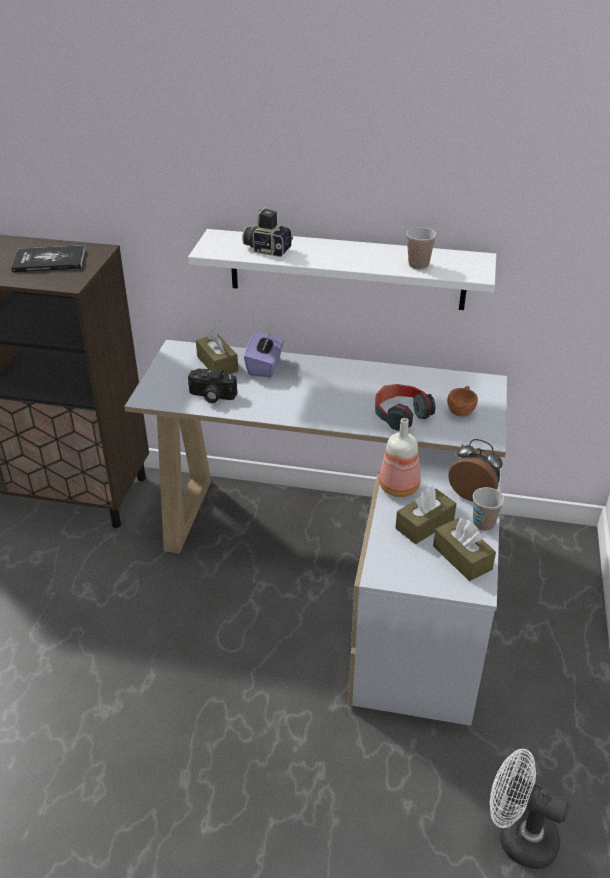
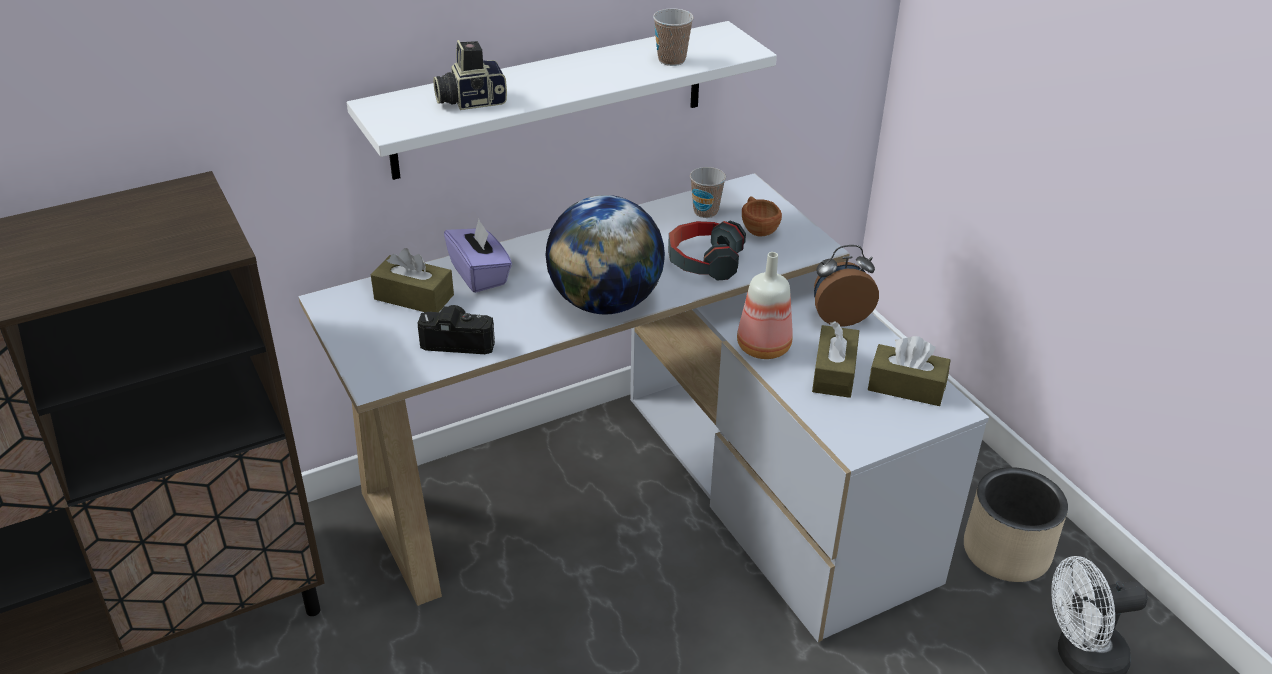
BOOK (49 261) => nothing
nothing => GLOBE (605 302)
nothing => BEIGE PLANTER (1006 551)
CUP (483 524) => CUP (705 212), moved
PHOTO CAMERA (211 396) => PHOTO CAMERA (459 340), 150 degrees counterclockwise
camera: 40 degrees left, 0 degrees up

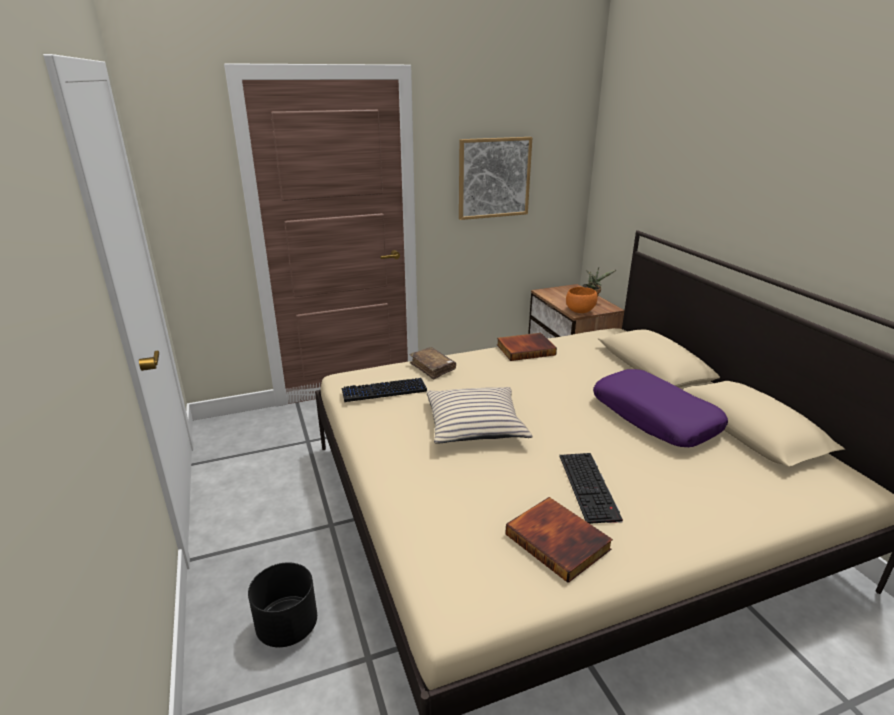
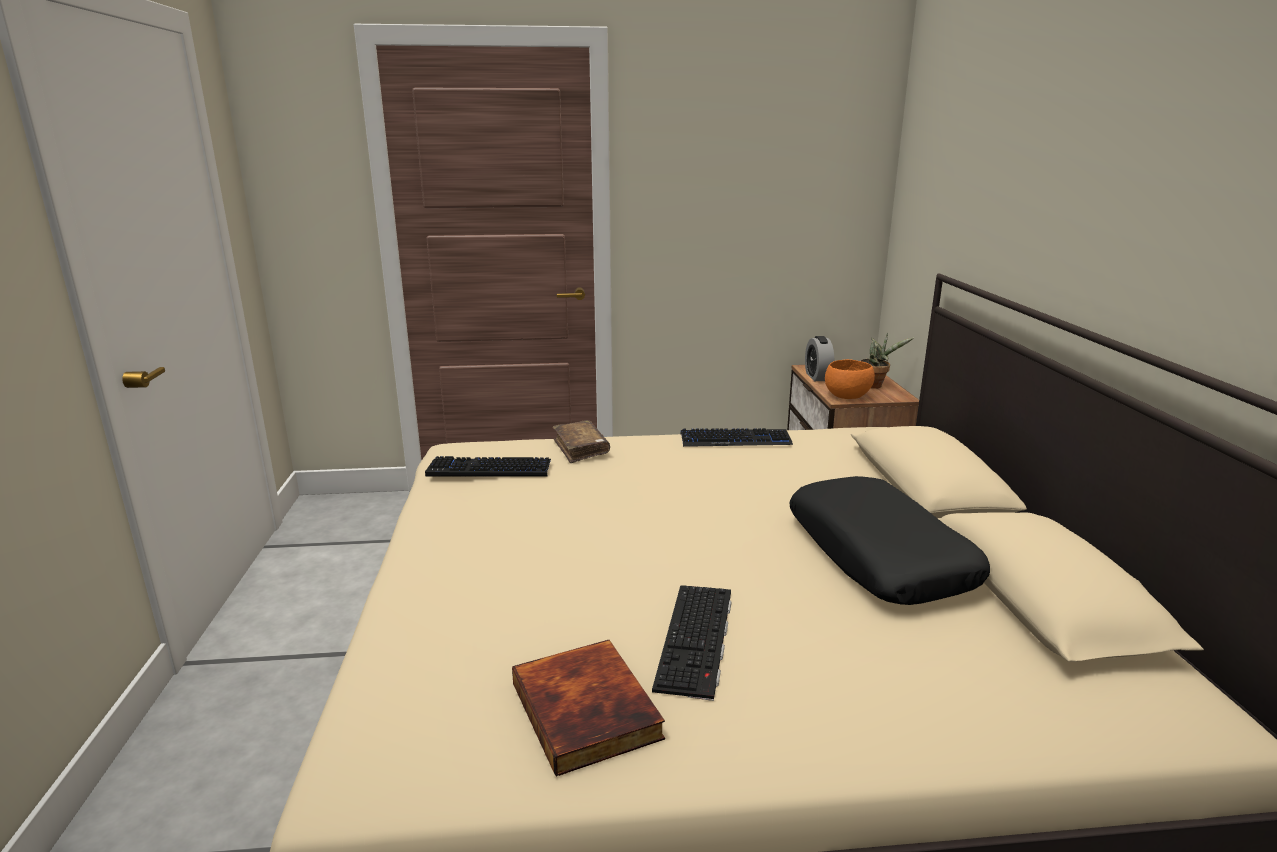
BLACK PLANTER (287 626) => nothing
BEIGE PILLOW (475 425) => nothing
PICTURE (494 178) => nothing
nothing => ALARM CLOCK (817 377)
BOOK (525 349) => KEYBOARD (735 440)
PURPLE PILLOW (655 418) => BLACK PILLOW (879 555)
camera: 15 degrees right, 5 degrees down

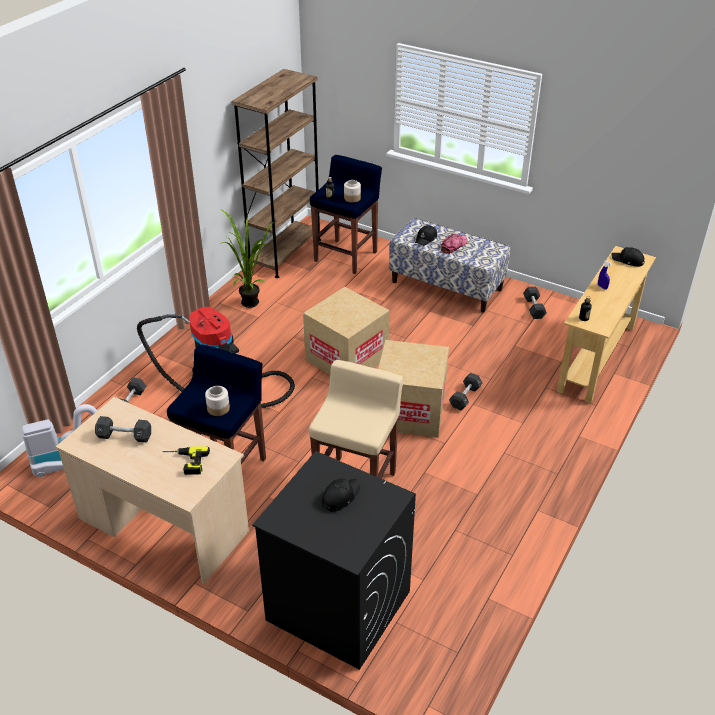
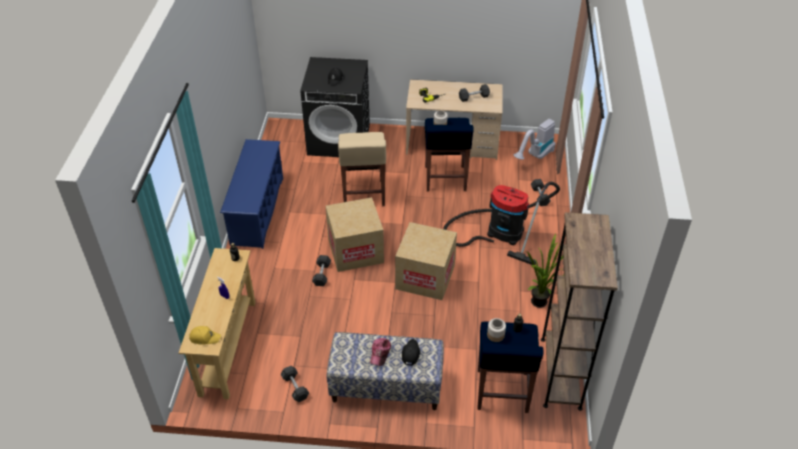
nothing => BLUE SHOE RACK (257 211)
BLACK CAP (628 260) => YELLOW CAP (204 337)
camera: 155 degrees right, 5 degrees up

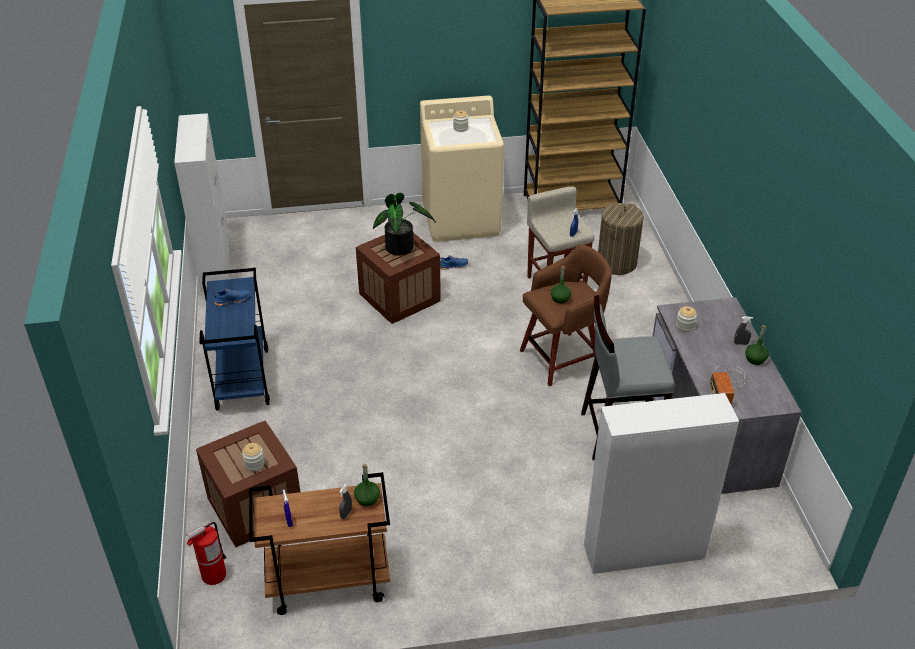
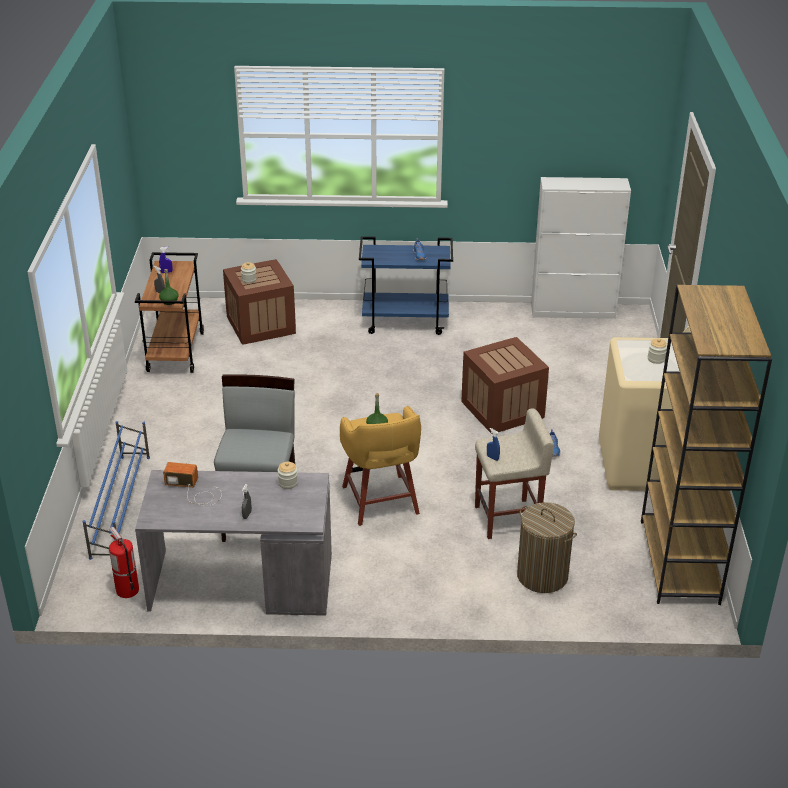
POTTED PLANT (402 249) => nothing
GREEN BOTTLE (755 359) => nothing
FIRE EXTINGUISHER (213 575) => FIRE EXTINGUISHER (127 590), moved
WHITE CABINET (643 551) => BLUE SHOE RACK (121 505)
BROWN STOOL (562 358) => YELLOW STOOL (380 502)
camera: 100 degrees right, 5 degrees down

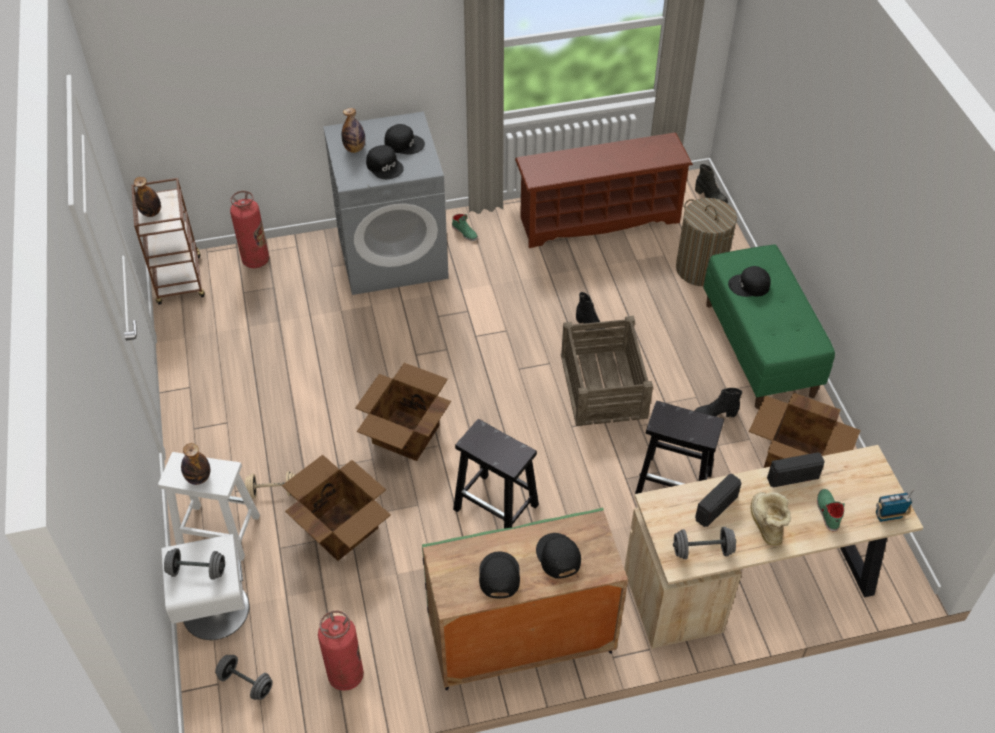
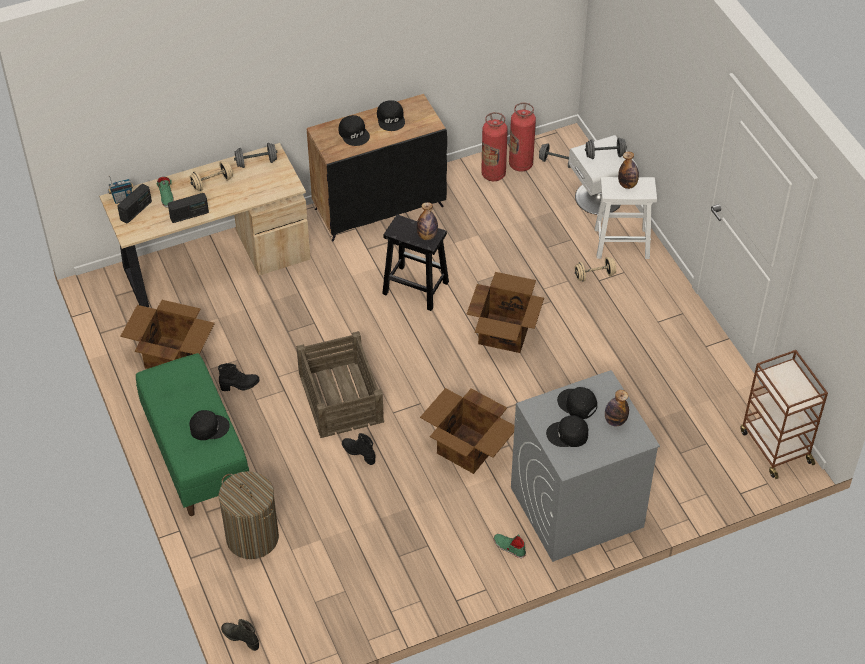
BROWN SHOE RACK (598 219) => nothing
BLACK STOOL (674 484) => nothing
BOTTLE (151 213) => BOTTLE (427 236), moved
FIRE EXTINGUISHER (255 260) => FIRE EXTINGUISHER (520 164), moved
CARDBOARD BOX (340 527) => CARDBOARD BOX (468 449), moved
RADIO (715 507) => RADIO (136 210), moved
BOOT (765 524) => BEIGE DUMBBELL (212 183)
GREEN CABINET (520 641) => BLACK CABINET (379 207)
camera: 170 degrees right, 0 degrees up

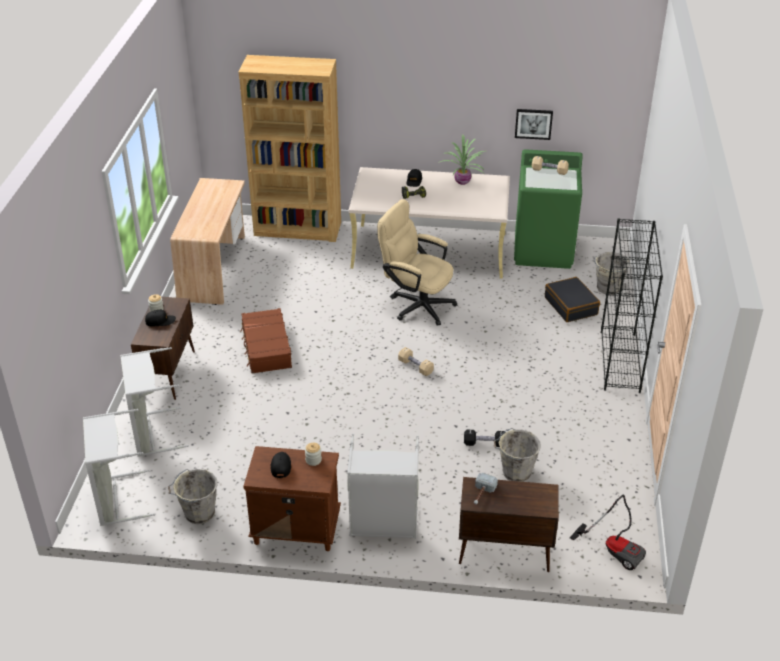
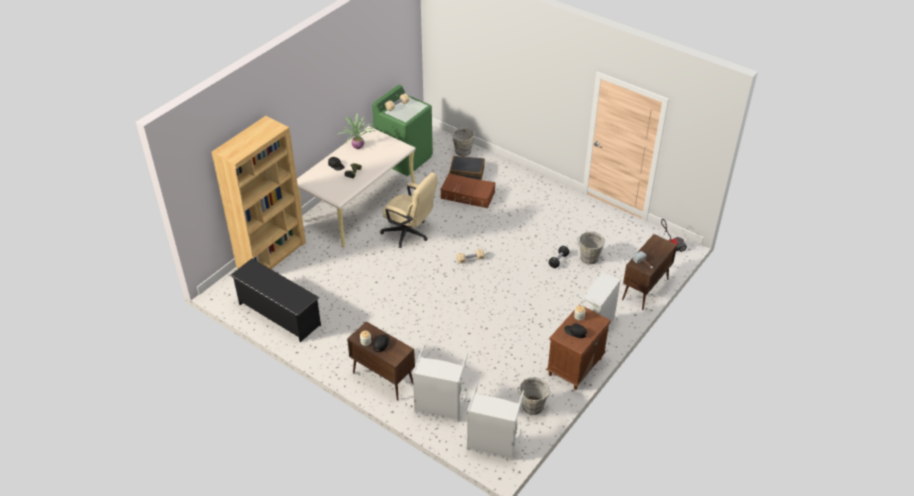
PICTURE (533 123) => nothing
BLACK BOOKCASE (620 362) => nothing
BROWN SUITCASE (266 348) => BROWN SUITCASE (468 196), moved
BEIGE DESK (214 268) => BLACK SHOE RACK (279 314)
BEIGE OFFICE CHAIR (416 304) => BEIGE OFFICE CHAIR (409 234), 120 degrees counterclockwise
camera: 60 degrees left, 5 degrees up

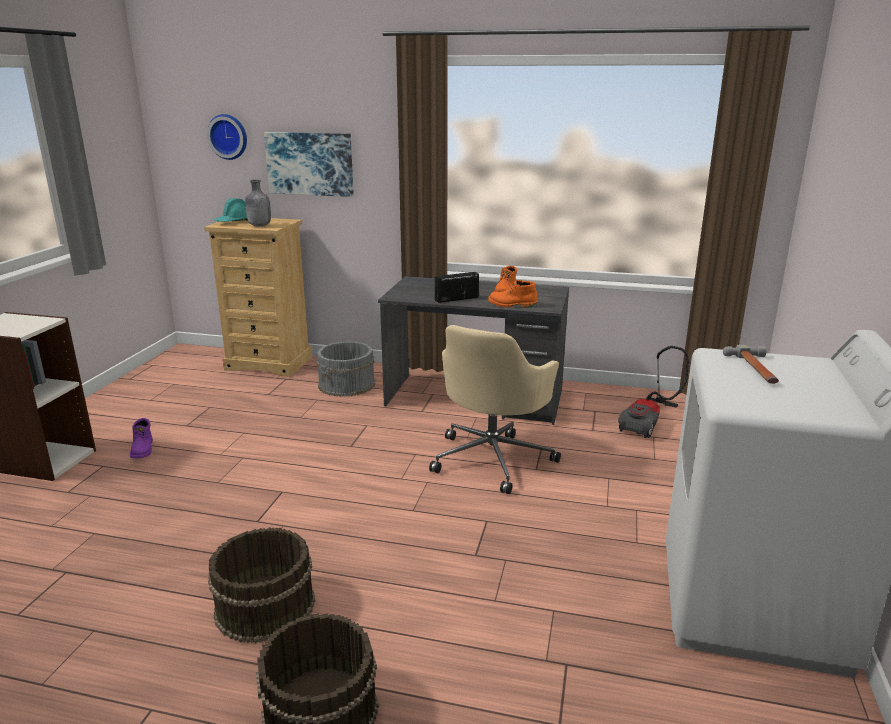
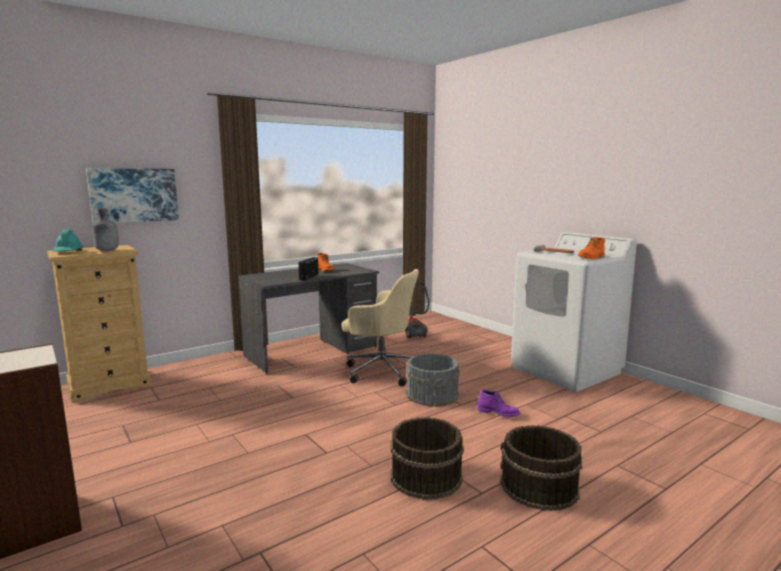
WALL CLOCK (229 136) => nothing
PURPLE BOOT (143 450) => PURPLE BOOT (498 413), moved
GREY BUCKET (347 384) => GREY BUCKET (433 394), moved
ORANGE BOOT (512 305) => ORANGE BOOT (591 258), moved
BEIGE OFFICE CHAIR (493 458) => BEIGE OFFICE CHAIR (381 370), 45 degrees counterclockwise
camera: 50 degrees left, 10 degrees down

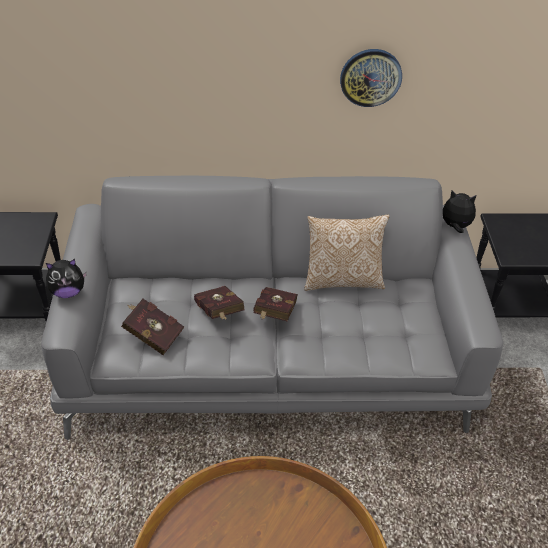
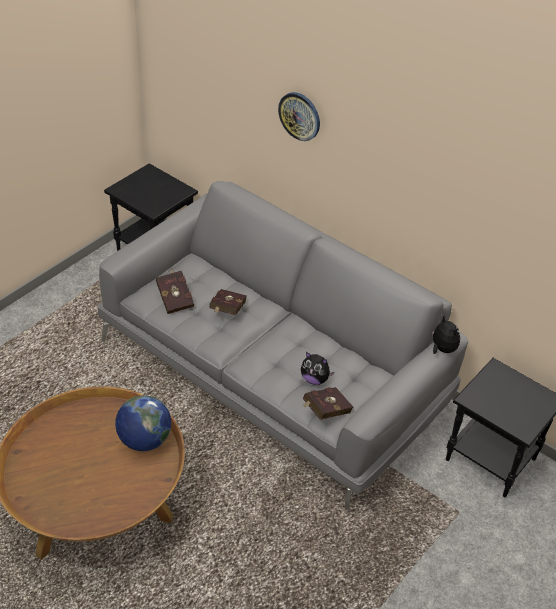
PILLOW (342 280) => nothing
nothing => GLOBE (144 440)
PLUSH TOY (68 292) => PLUSH TOY (315 379), moved
RED BOOK (274 315) => RED BOOK (324 411), moved
WALL CLOCK (370 77) => WALL CLOCK (300 116), moved
camera: 40 degrees right, 0 degrees up

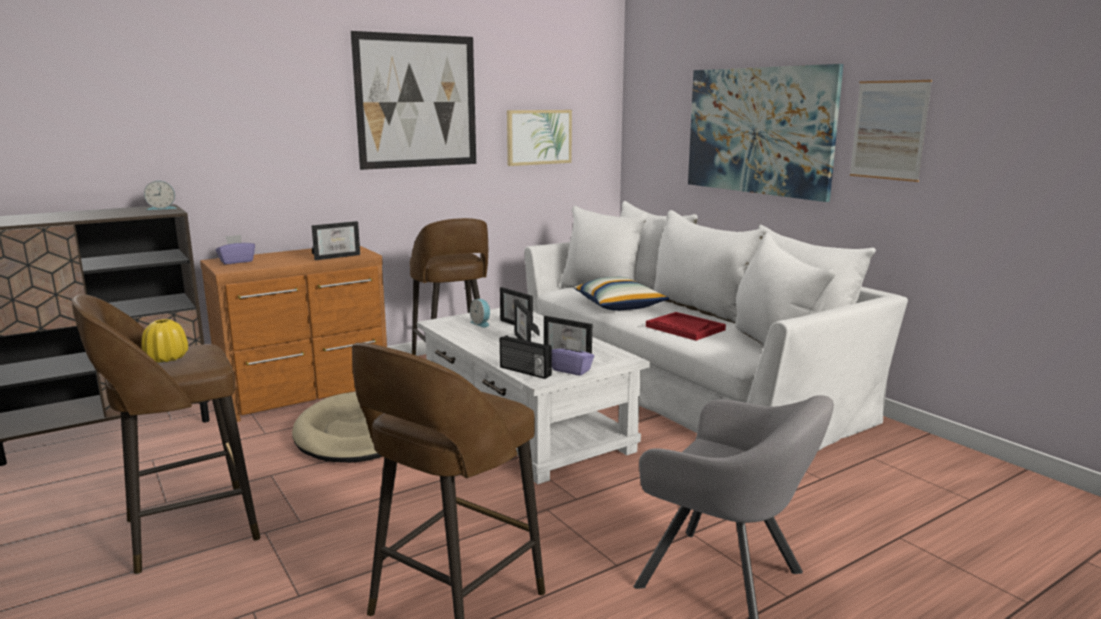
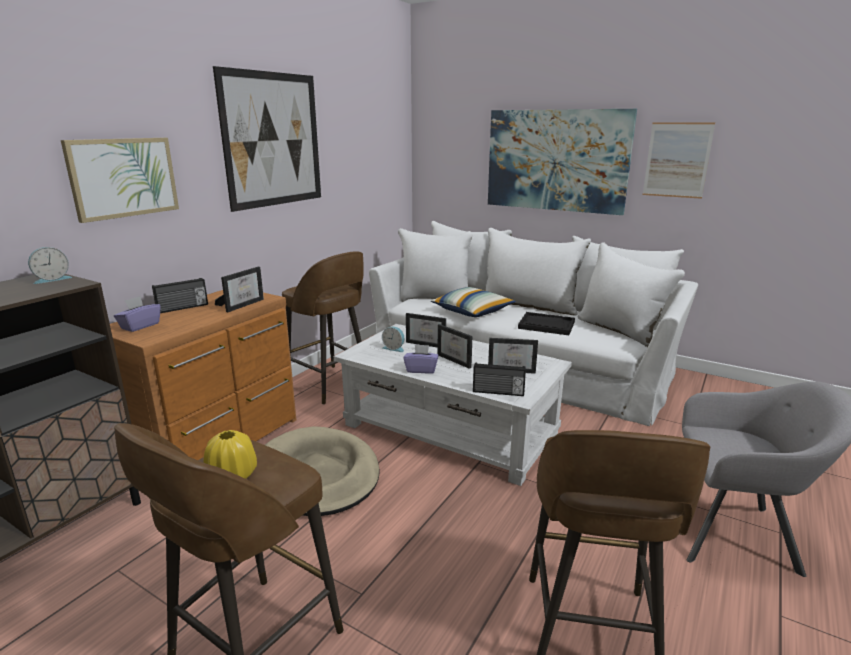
nothing => RADIO (183 308)
PICTURE (539 137) => PICTURE (123 177), moved
PURPLE TISSUE BOX (571 370) => PURPLE TISSUE BOX (421 369), moved
RED TRAY (684 328) => BLACK TRAY (546 325)
camera: 25 degrees left, 5 degrees up

